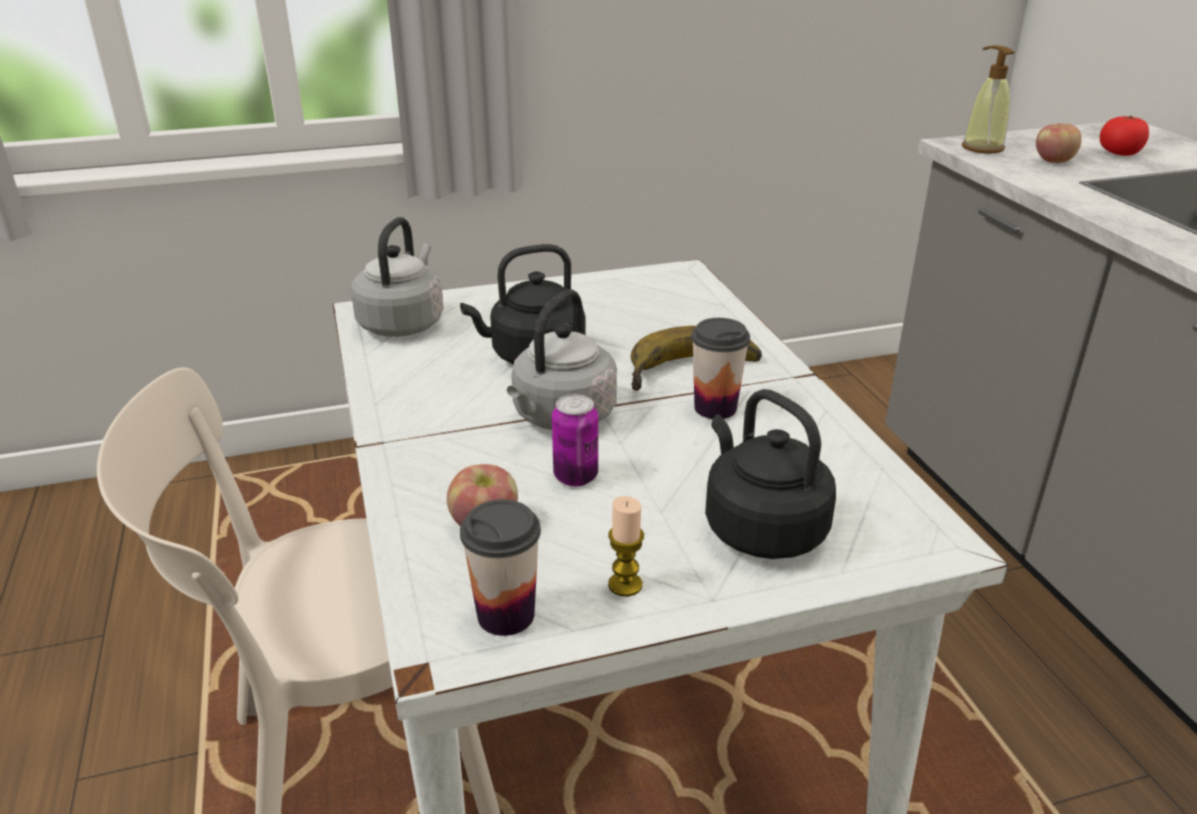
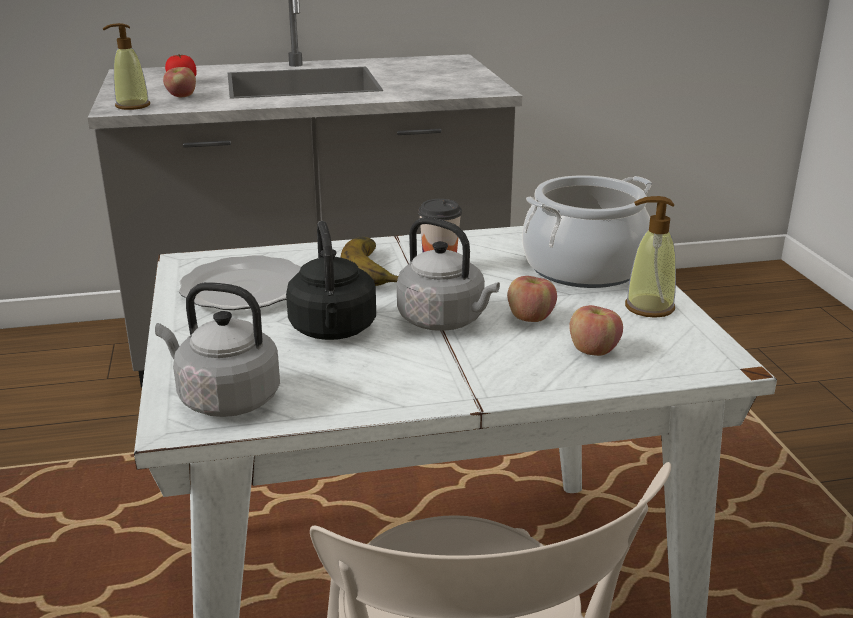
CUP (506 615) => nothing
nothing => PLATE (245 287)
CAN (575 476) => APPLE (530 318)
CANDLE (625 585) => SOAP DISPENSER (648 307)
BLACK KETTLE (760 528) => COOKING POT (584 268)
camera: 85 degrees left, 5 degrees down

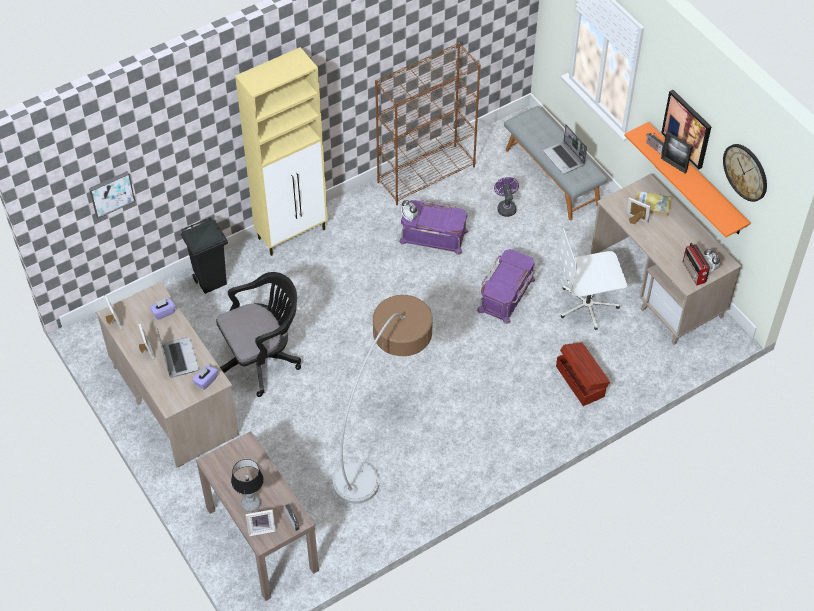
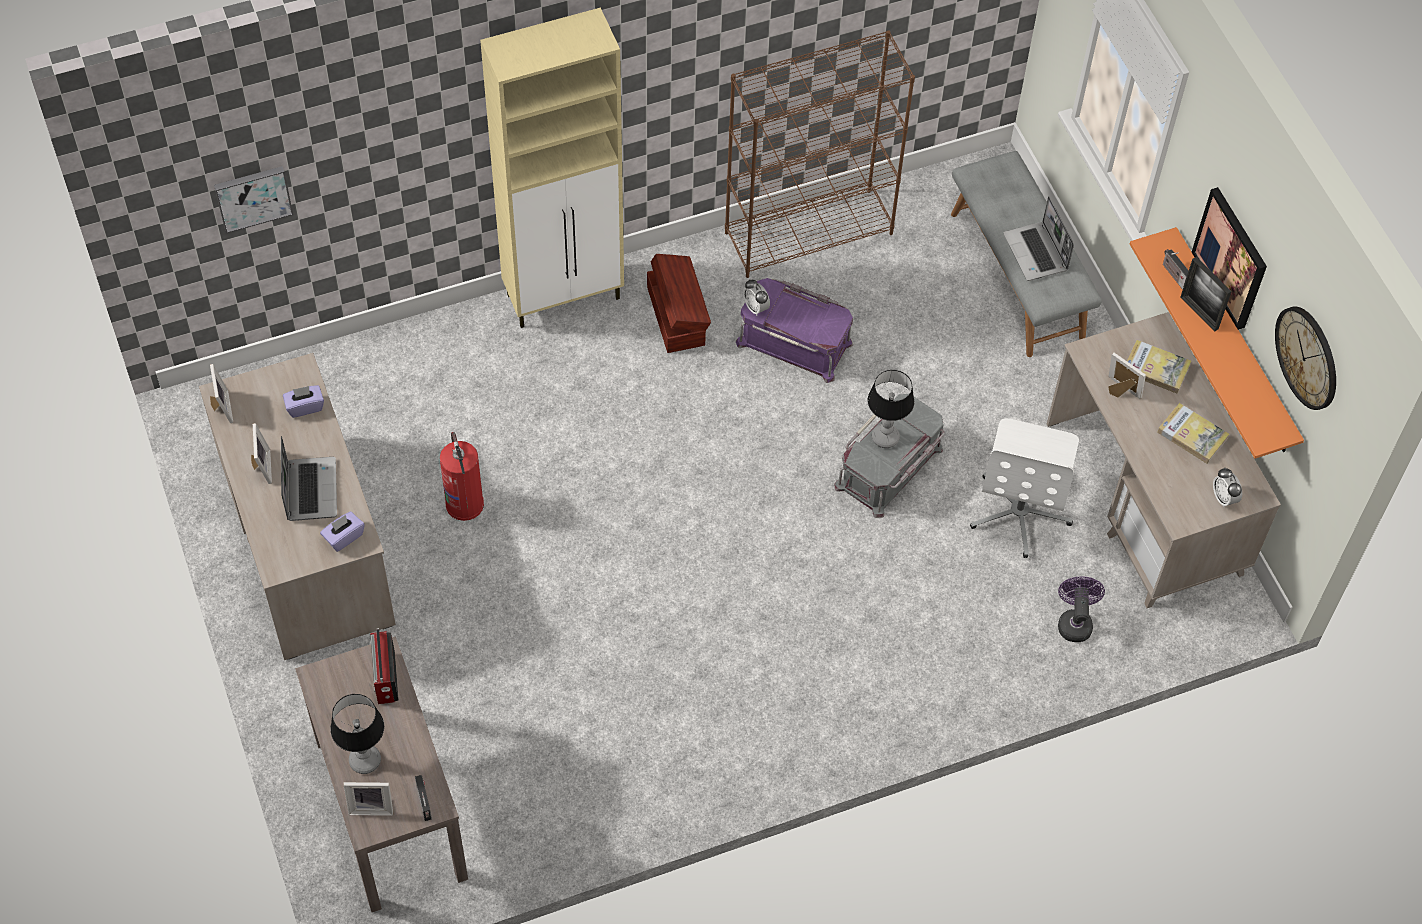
BLACK TRASH CAN (211 281) => nothing
FLOOR LAMP (383 434) => nothing
nothing => TABLE LAMP (885 438)
nothing => BOOK (1192 435)
PURPLE FAN (506 207) => PURPLE FAN (1074 621), moved
BROWN STORAGE BOX (580 380) => BROWN STORAGE BOX (677 315), moved
RADIO (694 273) => RADIO (385 679), moved
BLACK OFFICE CHAIR (262 359) => FIRE EXTINGUISHER (464 503)
PURPLE STORAGE BOX (507 295) => GREY STORAGE BOX (890 468)
WHITE OFFICE CHAIR (588 305) => WHITE OFFICE CHAIR (1020 512), 75 degrees counterclockwise
camera: 10 degrees right, 5 degrees up

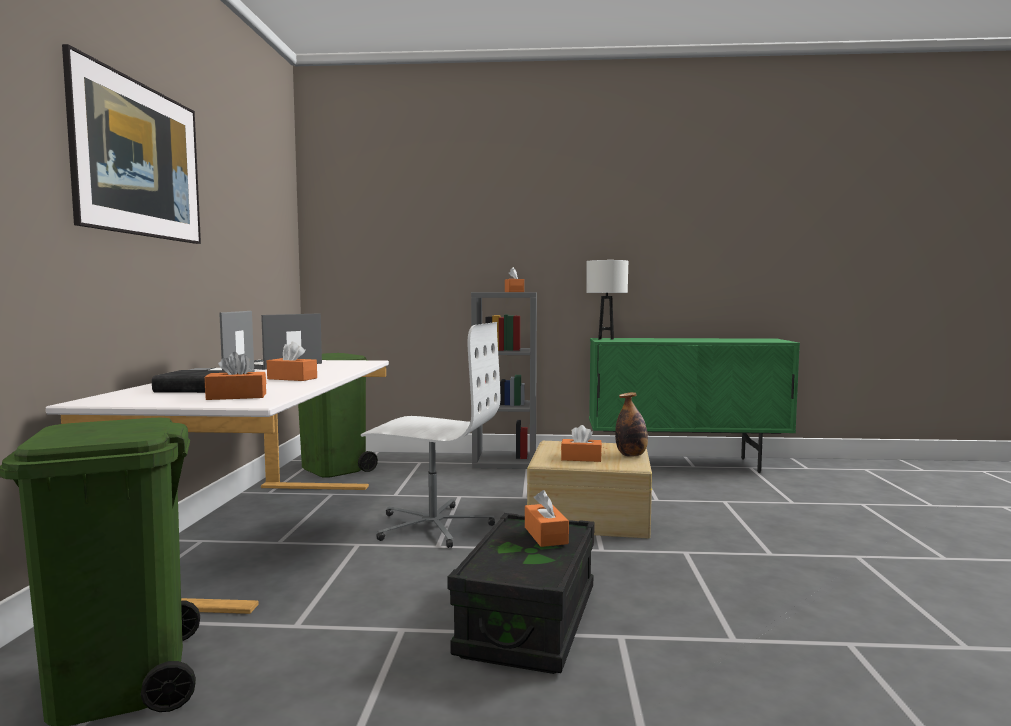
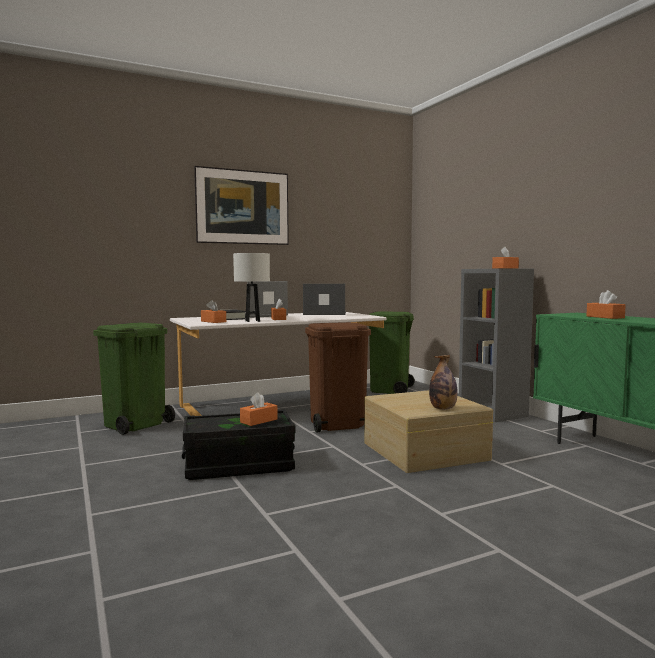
ORANGE TISSUE BOX (581 458) => ORANGE TISSUE BOX (605 317), moved
WHITE TABLE LAMP (606 339) => WHITE TABLE LAMP (252 321), moved
WHITE OFFICE CHAIR (432 526) => BROWN TRASH CAN (337 424)
camera: 60 degrees right, 0 degrees up

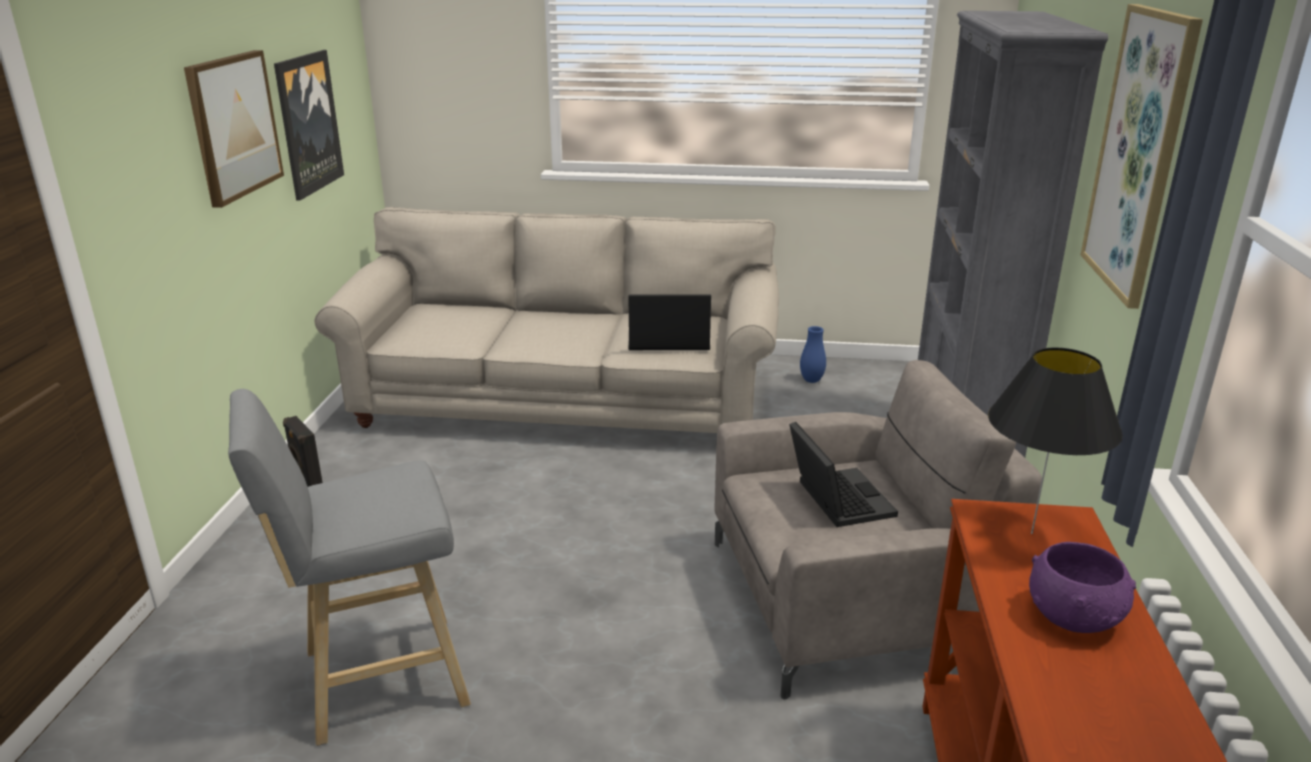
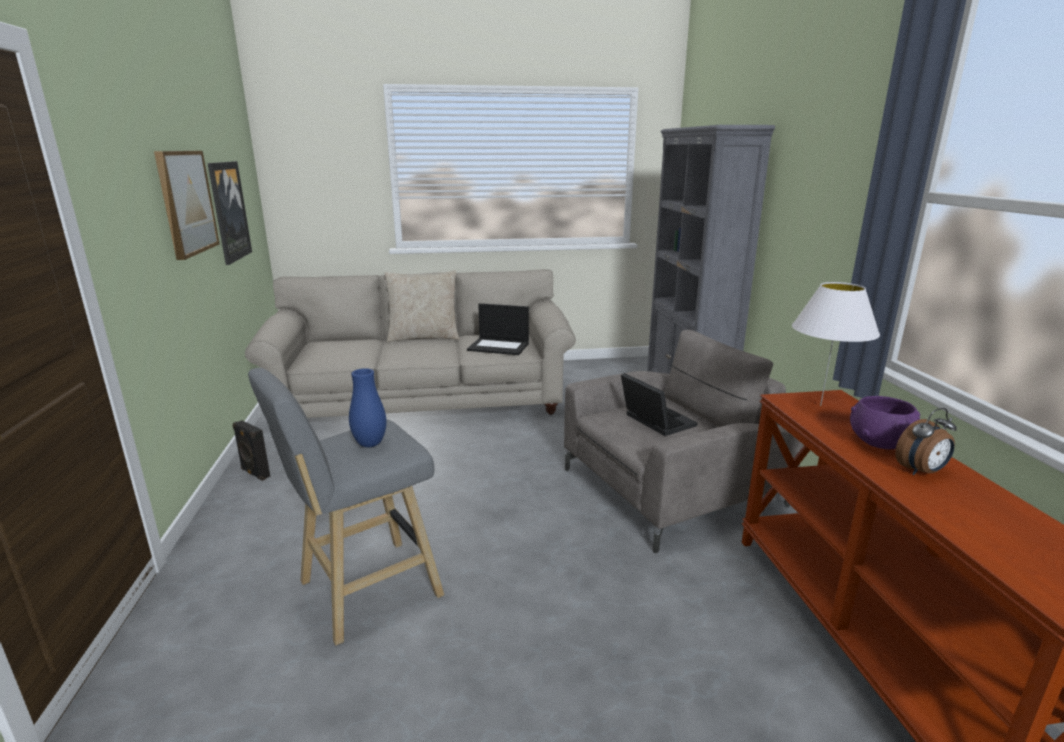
PICTURE (1139 153) => nothing
nothing => BEIGE PILLOW (424 337)
nothing => ALARM CLOCK (921 471)
BLUE VASE (811 380) => BLUE VASE (370 444), moved
BLACK TABLE LAMP (1031 533) => WHITE TABLE LAMP (820 406)
LAPTOP (667 340) => LAPTOP (499 346), 150 degrees counterclockwise
camera: 15 degrees left, 5 degrees down

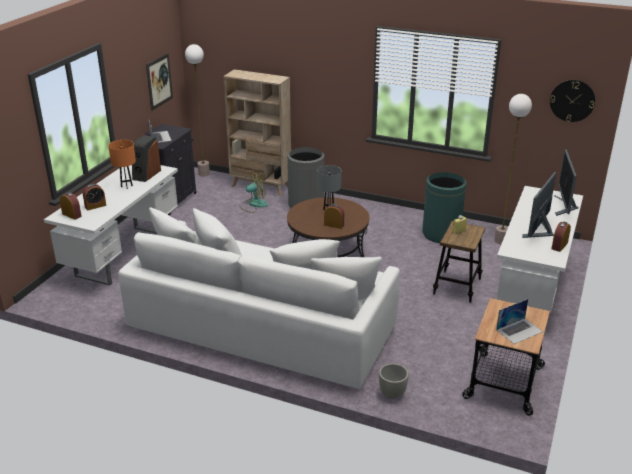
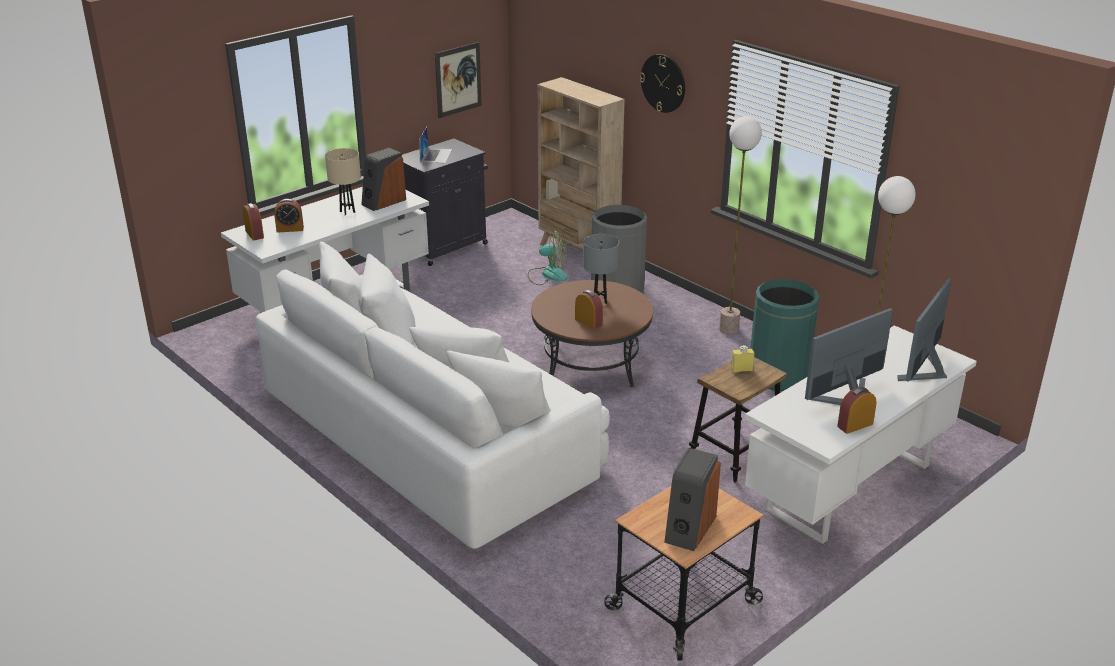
GREY PLANTER (392 393) => nothing
FLOOR LAMP (204 174) => FLOOR LAMP (729 329), moved
WALL CLOCK (572 100) => WALL CLOCK (663 83), moved
LAPTOP (519 330) => SPEAKER (689 528)
ORANGE TABLE LAMP (126 186) => BEIGE TABLE LAMP (347 212)
camera: 25 degrees right, 0 degrees up

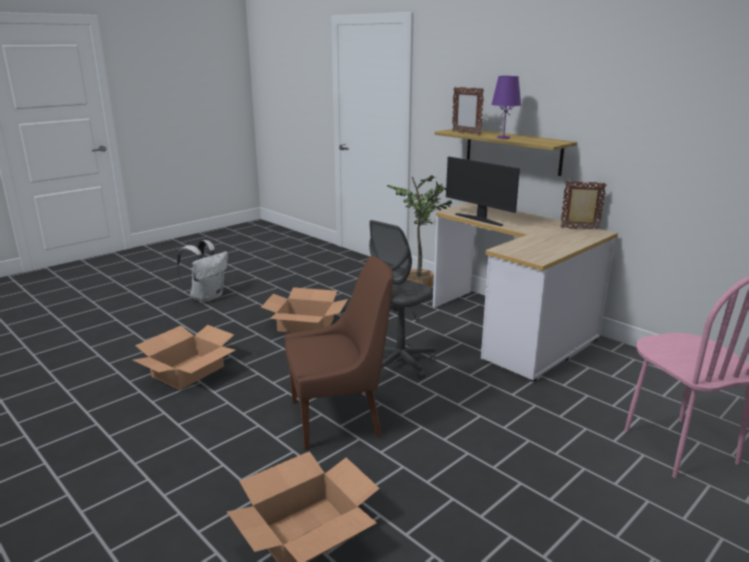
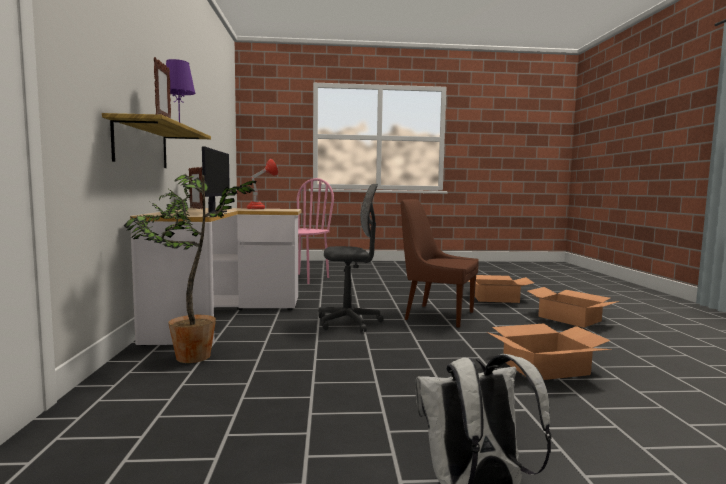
nothing => RED TABLE LAMP (261 208)
CARDBOARD BOX (306 325) => CARDBOARD BOX (569 319), moved
camera: 140 degrees left, 15 degrees down

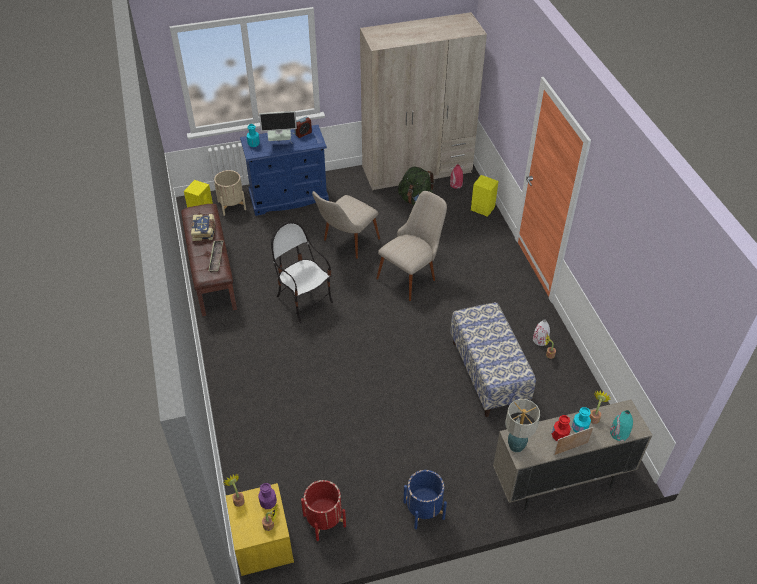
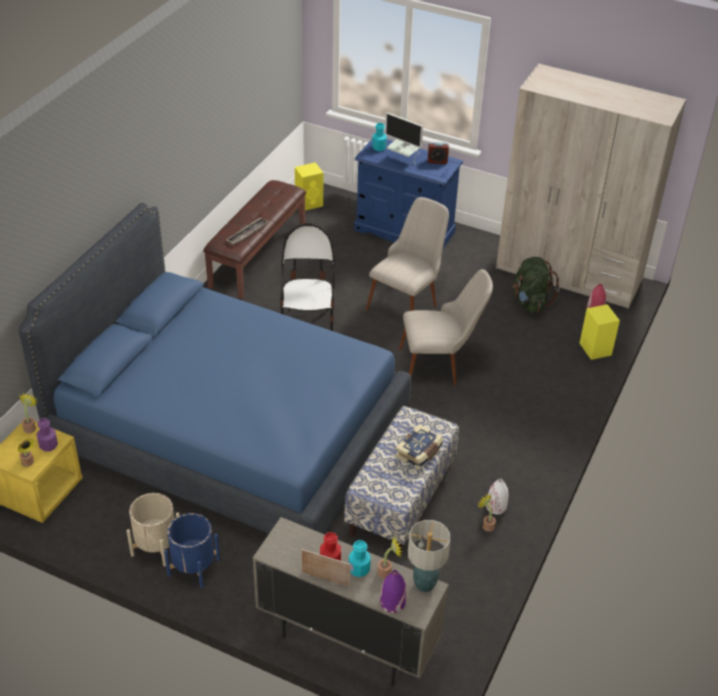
RED PLANTER (324 520) => nothing
nothing => BLUE BED (230 434)
BOOK (204 231) => BOOK (419 453), moved
BEIGE PLANTER (232 205) => BEIGE PLANTER (156 546), moved
TABLE LAMP (516 446) => TABLE LAMP (424 584), moved
TURQUOISE VASE (619 433) => PURPLE VASE (392 602)
BEIGE CHAIR (345 244) => BEIGE CHAIR (407 302), 135 degrees clockwise
camera: 40 degrees right, 5 degrees down

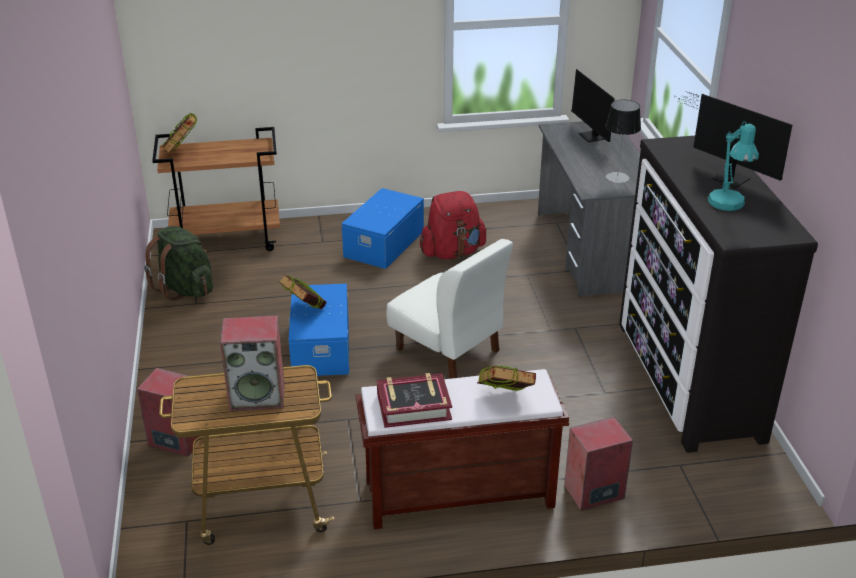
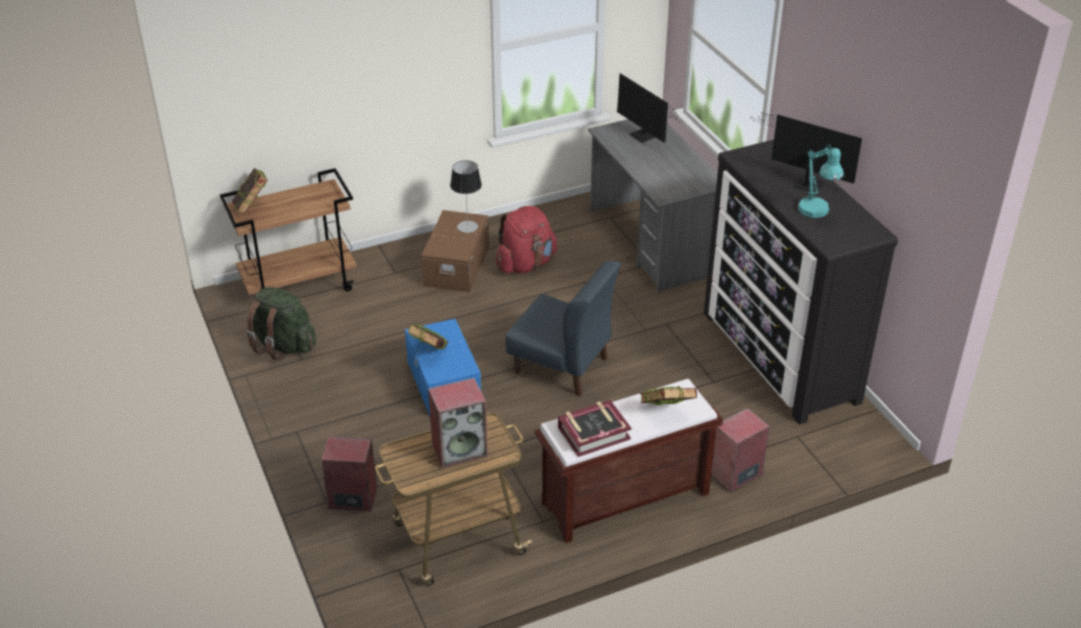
TABLE LAMP (617 177) => TABLE LAMP (467 226), moved
BLUE STORAGE BOX (383 243) => BROWN STORAGE BOX (455 265)
WHITE CHAIR (448 350) => BLUE CHAIR (562 365)
camera: 15 degrees left, 5 degrees up

